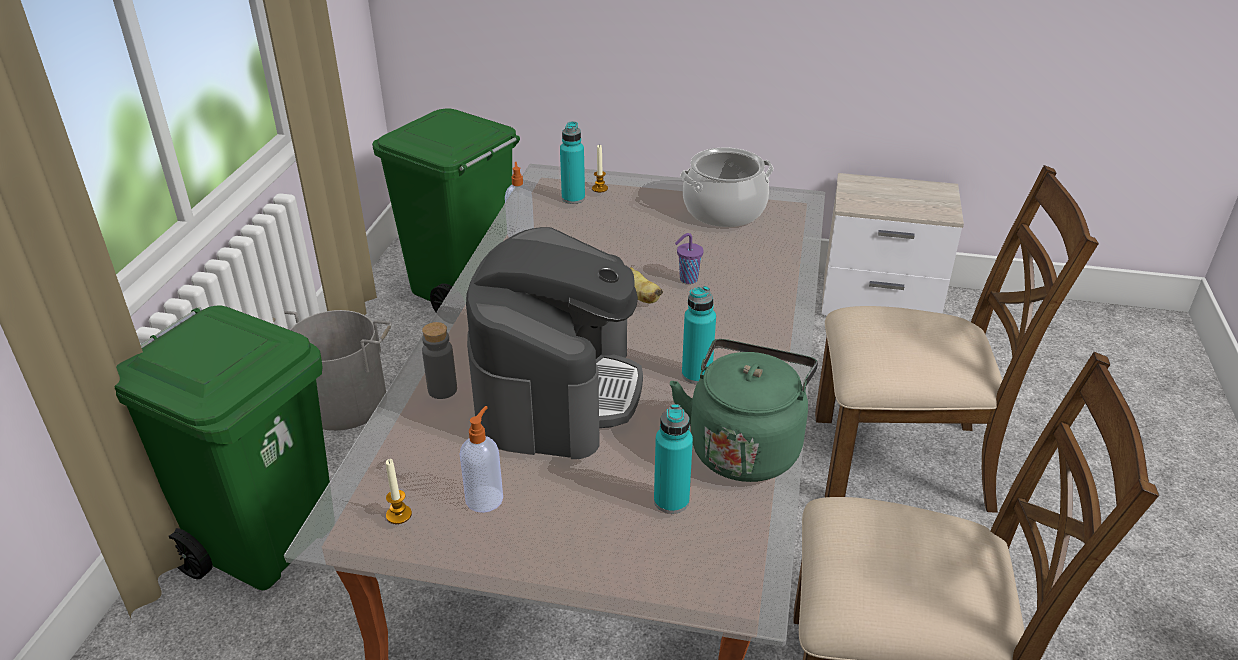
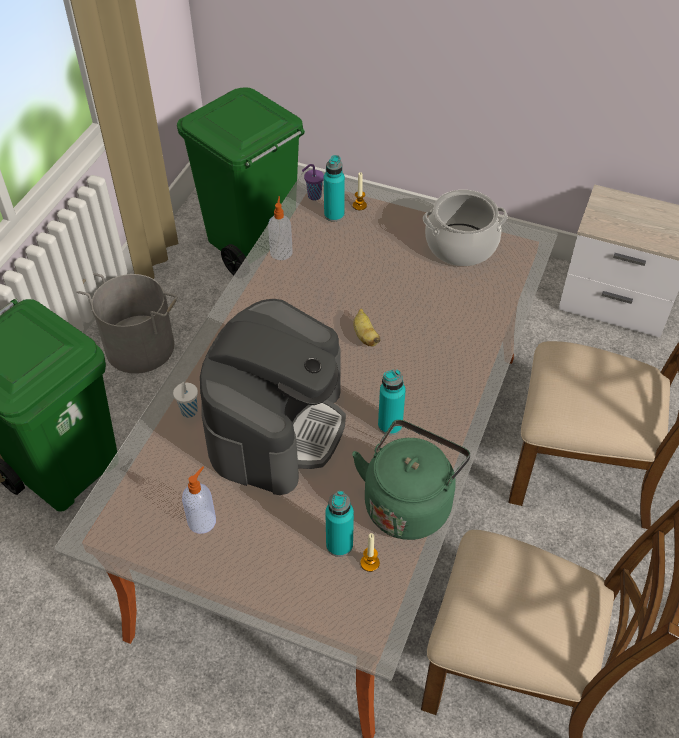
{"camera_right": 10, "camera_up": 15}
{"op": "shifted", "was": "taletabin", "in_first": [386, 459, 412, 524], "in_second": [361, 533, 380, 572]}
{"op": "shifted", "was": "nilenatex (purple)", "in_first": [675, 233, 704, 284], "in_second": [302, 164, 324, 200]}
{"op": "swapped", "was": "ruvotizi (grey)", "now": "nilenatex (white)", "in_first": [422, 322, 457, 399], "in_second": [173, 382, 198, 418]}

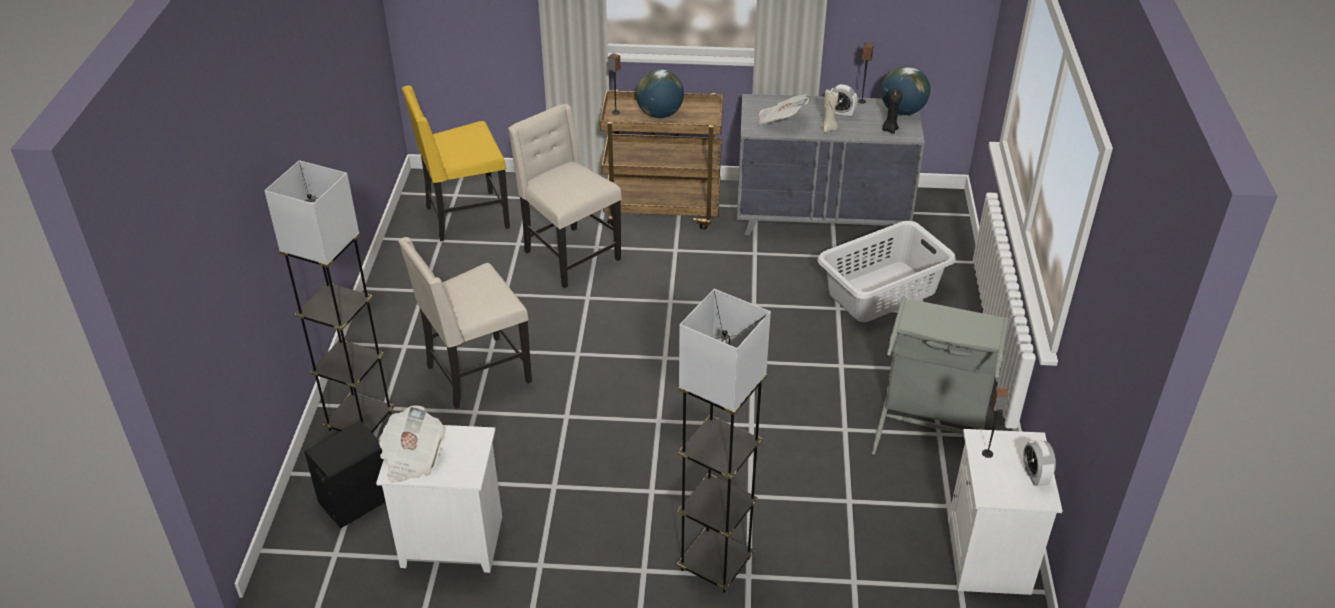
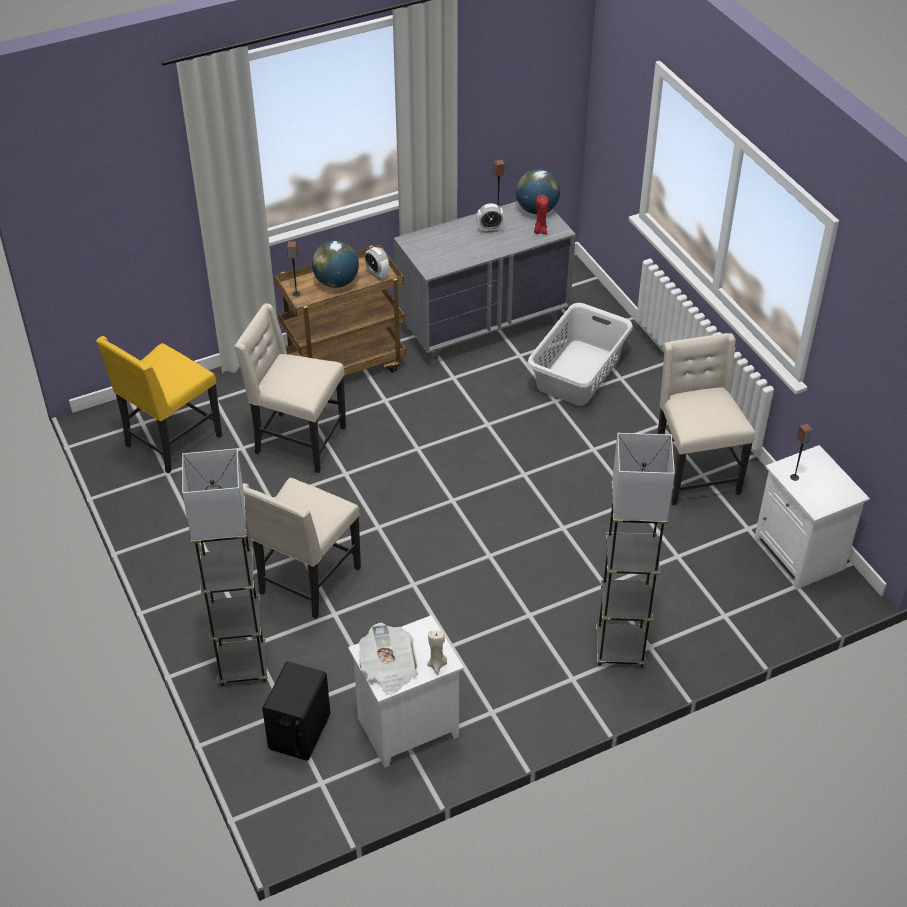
{"camera_right": -30, "camera_up": 5}
{"op": "gone", "was": "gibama", "in_first": [759, 94, 809, 124]}
{"op": "shifted", "was": "taletabin (beige)", "in_first": [821, 89, 839, 133], "in_second": [427, 631, 447, 674]}
{"op": "shifted", "was": "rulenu", "in_first": [1023, 440, 1056, 487], "in_second": [365, 247, 389, 280]}
{"op": "swapped", "was": "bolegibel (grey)", "now": "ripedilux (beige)", "in_first": [872, 297, 1009, 455], "in_second": [657, 333, 755, 505]}
{"op": "repainted", "was": "taletabin (black)", "now": "taletabin (red)", "in_first": [882, 88, 902, 134], "in_second": [534, 195, 549, 234]}

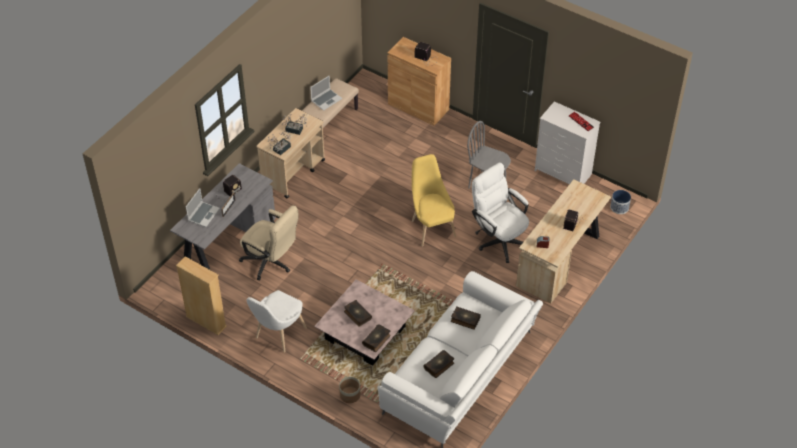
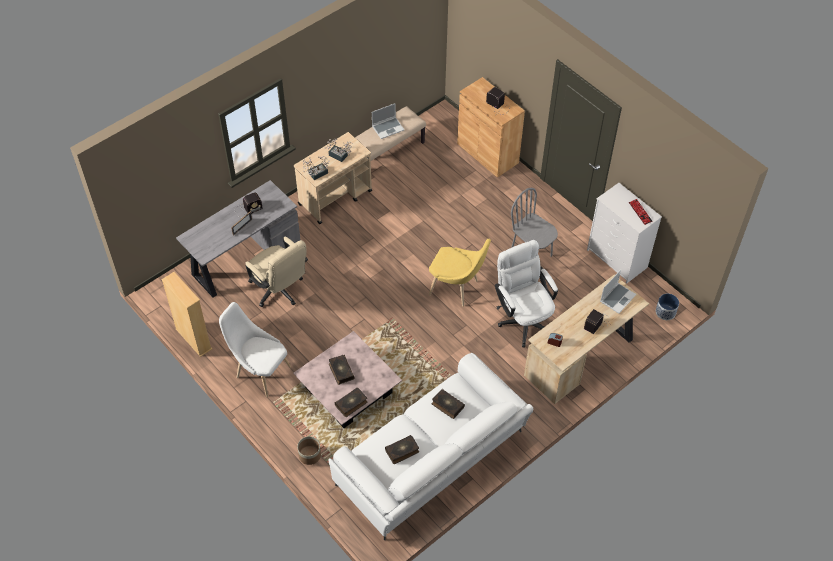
{"camera_right": 15, "camera_up": 5}
{"op": "shifted", "was": "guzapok", "in_first": [186, 188, 220, 227], "in_second": [600, 270, 636, 314]}
{"op": "rotated", "was": "ripedilux (white)", "in_first": [247, 290, 307, 353], "in_second": [219, 302, 291, 397], "clockwise": 75}
{"op": "rotated", "was": "ripedilux (yellow)", "in_first": [412, 154, 456, 246], "in_second": [429, 239, 491, 307], "clockwise": 120}

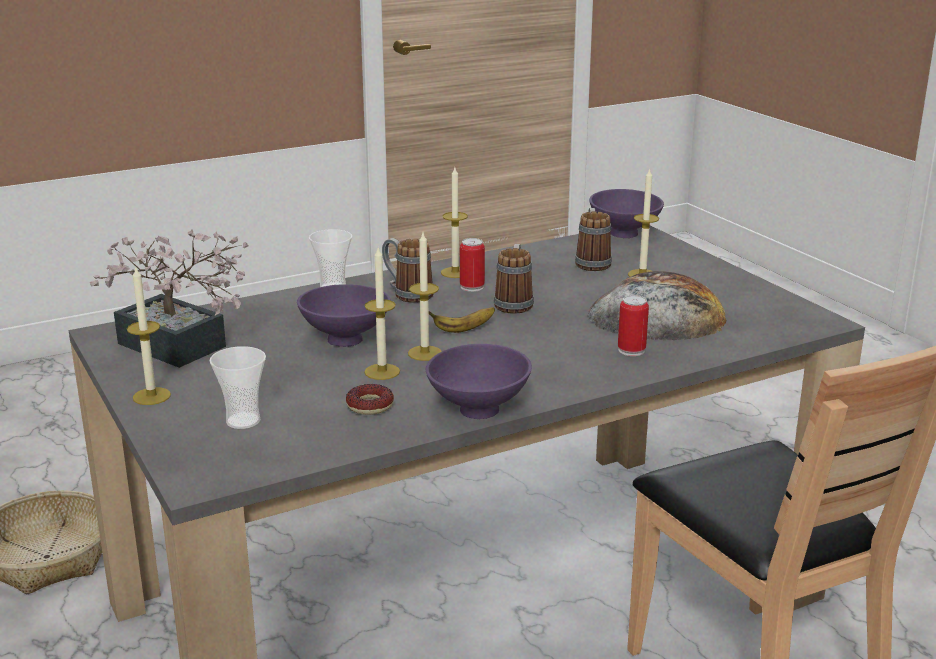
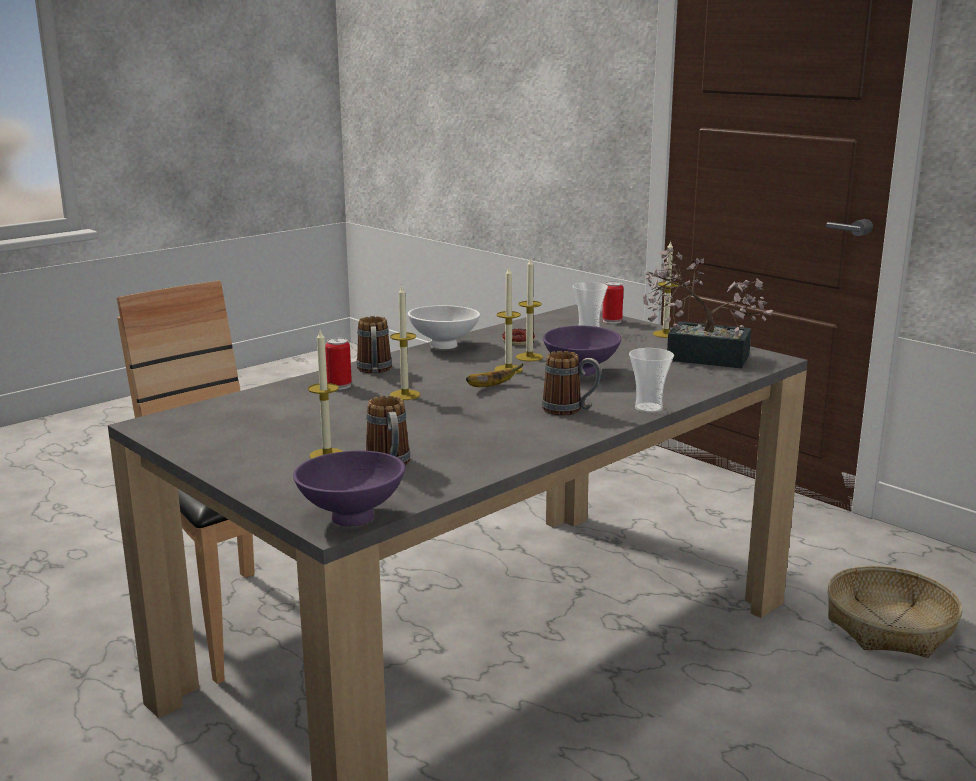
{"camera_right": 165, "camera_up": -5}
{"op": "gone", "was": "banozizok", "in_first": [587, 271, 727, 340]}
{"op": "shifted", "was": "taletabin", "in_first": [441, 168, 468, 278], "in_second": [390, 286, 420, 400]}
{"op": "shifted", "was": "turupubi", "in_first": [460, 238, 485, 292], "in_second": [602, 281, 624, 324]}
{"op": "shifted", "was": "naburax", "in_first": [494, 244, 534, 314], "in_second": [356, 316, 392, 373]}
{"op": "repainted", "was": "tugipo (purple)", "now": "tugipo (white)", "in_first": [426, 344, 532, 419], "in_second": [408, 305, 480, 349]}

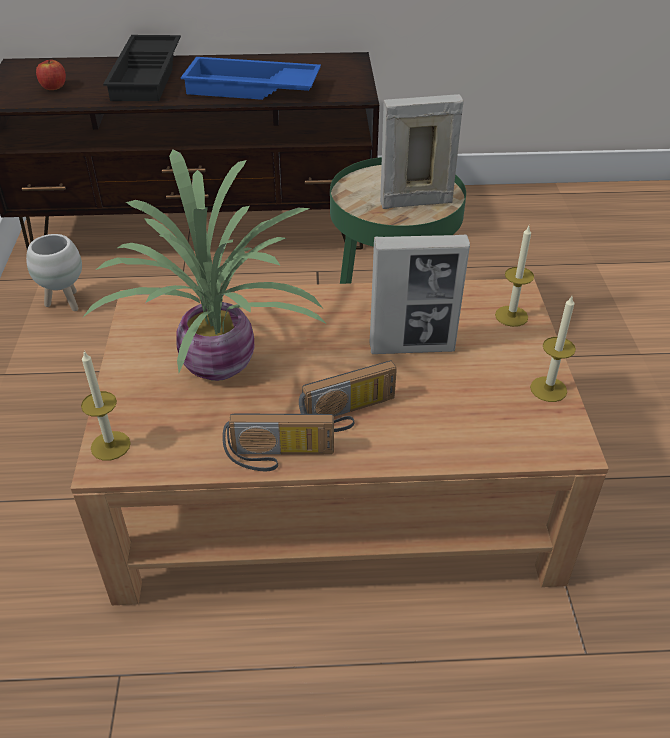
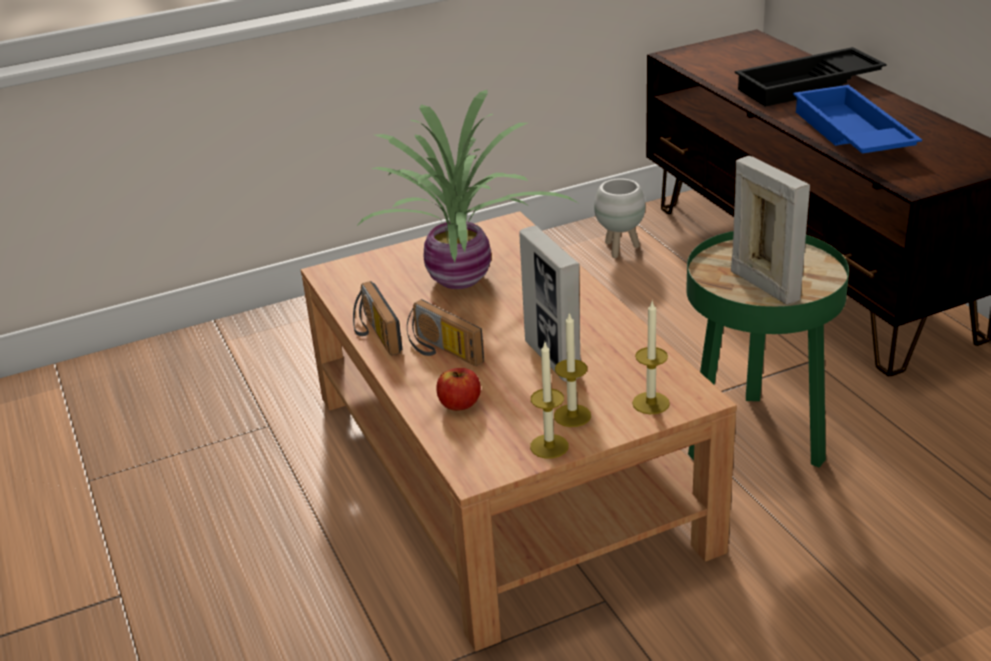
{"camera_right": 70, "camera_up": -10}
{"op": "shifted", "was": "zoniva", "in_first": [36, 60, 66, 90], "in_second": [436, 368, 481, 411]}
{"op": "shifted", "was": "taletabin", "in_first": [81, 351, 131, 460], "in_second": [554, 312, 591, 427]}

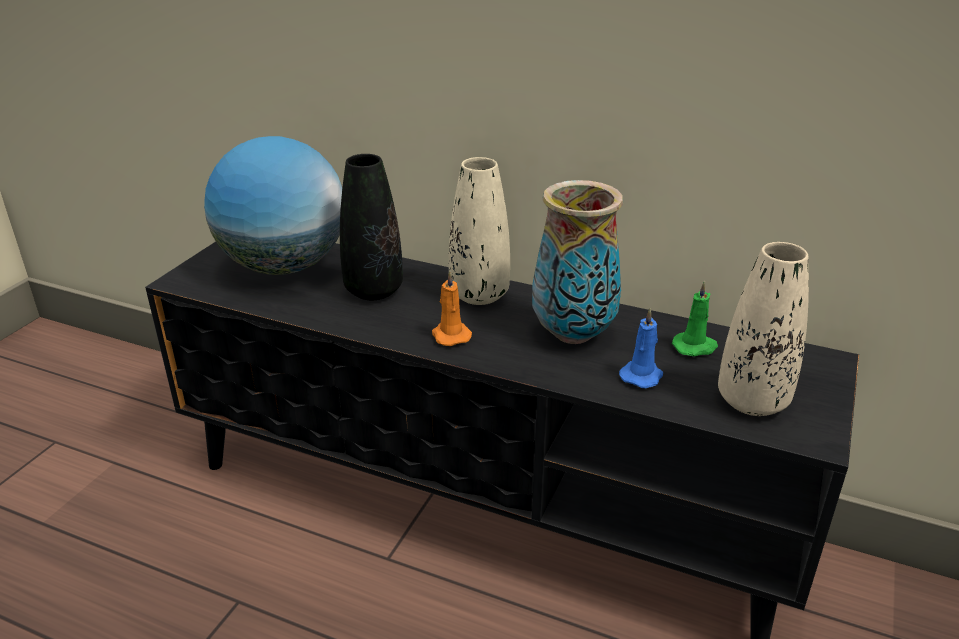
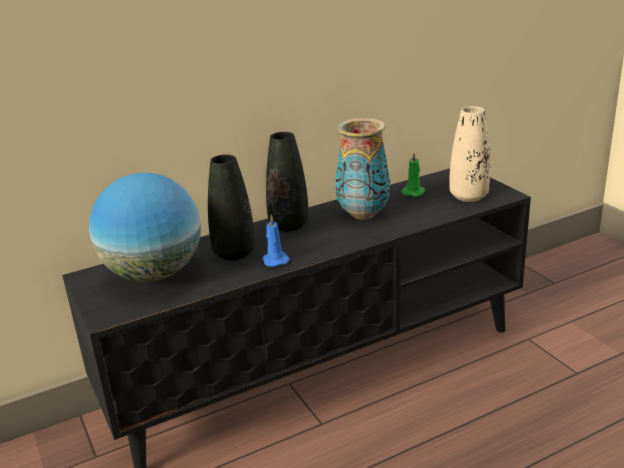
{"camera_right": -50, "camera_up": -5}
{"op": "gone", "was": "taletabin (orange)", "in_first": [432, 271, 472, 346]}
{"op": "shifted", "was": "taletabin (blue)", "in_first": [619, 308, 663, 388], "in_second": [262, 214, 290, 267]}
{"op": "repainted", "was": "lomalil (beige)", "now": "lomalil (black)", "in_first": [449, 157, 510, 305], "in_second": [266, 132, 309, 232]}

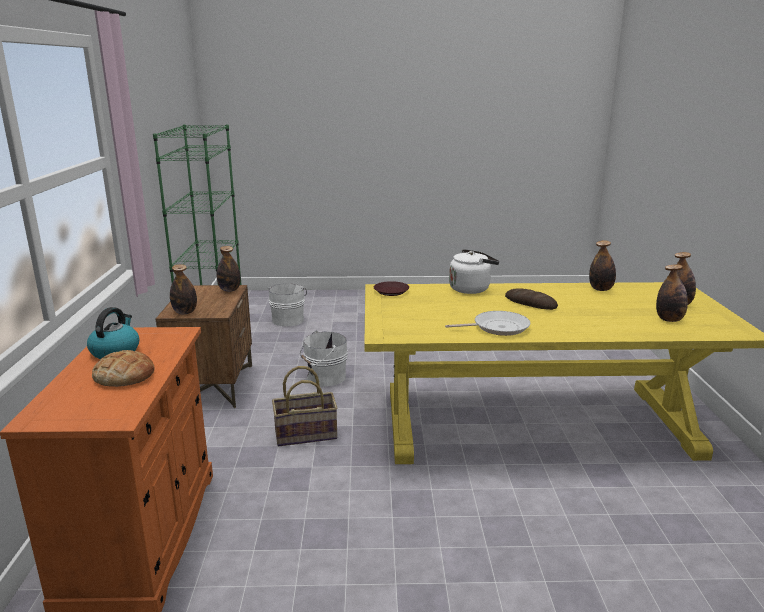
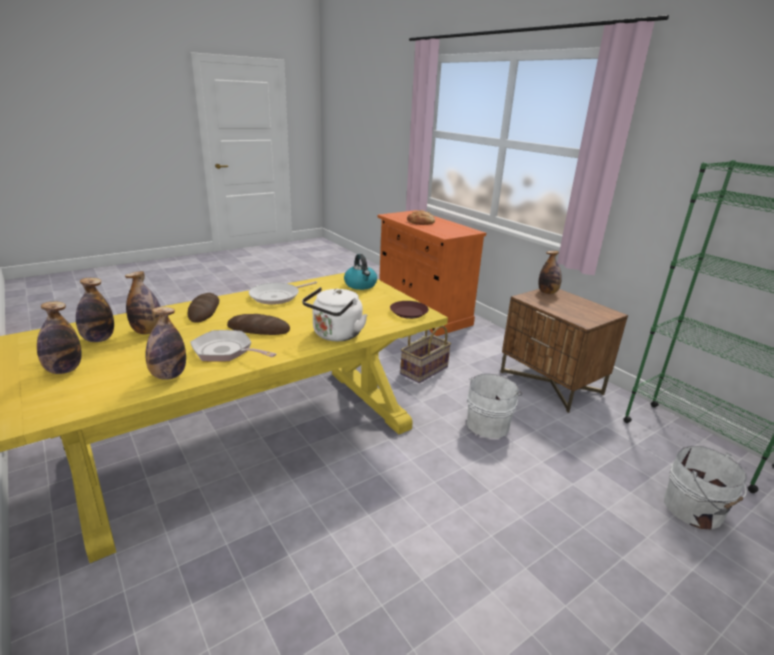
{"camera_right": 145, "camera_up": 5}
{"op": "new", "now": "banozizok", "in_second": [188, 293, 219, 322]}
{"op": "new", "now": "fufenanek", "in_second": [190, 330, 276, 362]}
{"op": "shifted", "was": "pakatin", "in_first": [87, 307, 139, 359], "in_second": [344, 254, 377, 290]}
{"op": "shifted", "was": "ruvotizi", "in_first": [217, 246, 241, 292], "in_second": [125, 271, 160, 334]}

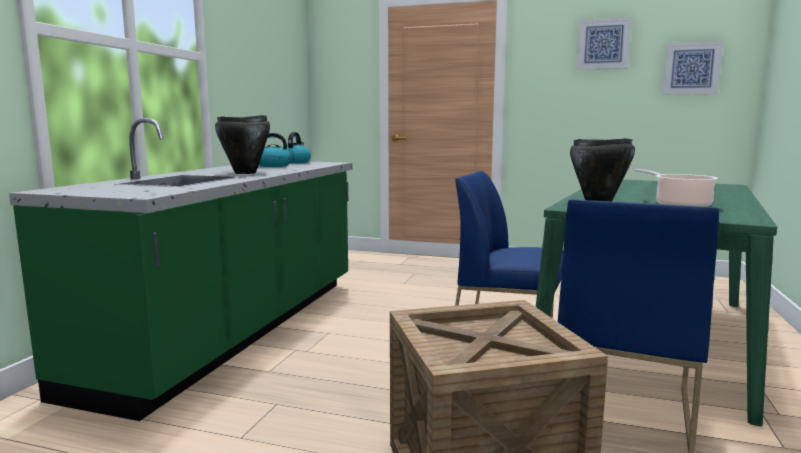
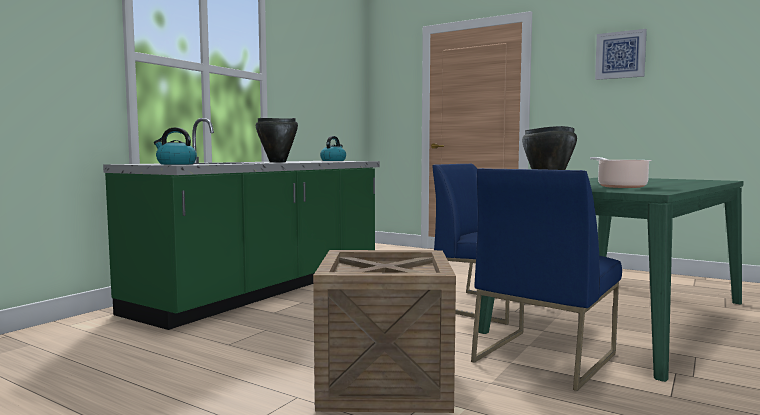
{"camera_right": 15, "camera_up": -5}
{"op": "gone", "was": "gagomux", "in_first": [662, 41, 723, 95]}
{"op": "shifted", "was": "pakatin", "in_first": [259, 133, 291, 167], "in_second": [154, 127, 197, 165]}

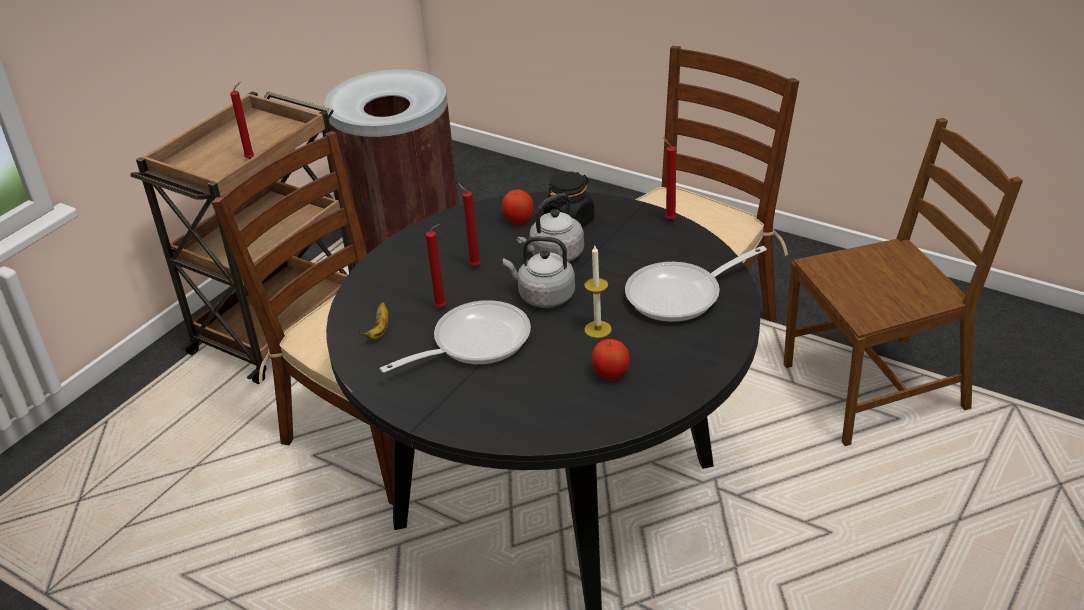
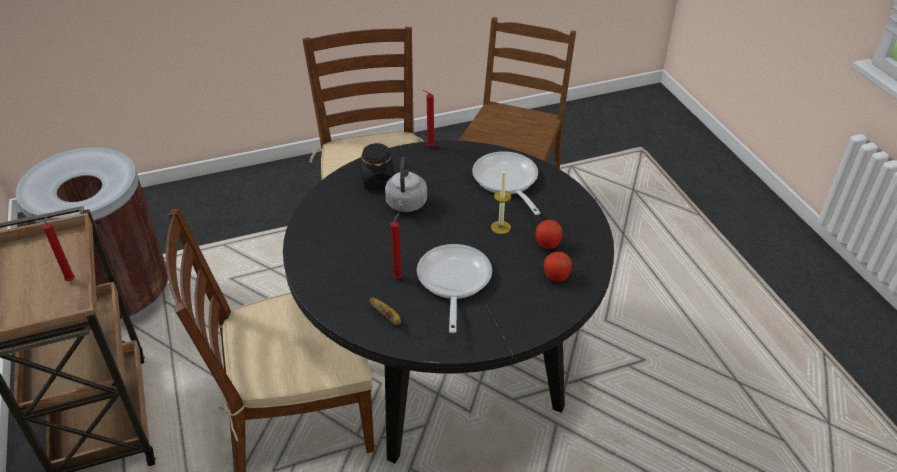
{"camera_right": -55, "camera_up": 5}
{"op": "gone", "was": "taletabin (red)", "in_first": [458, 183, 481, 266]}
{"op": "gone", "was": "pakatin (grey)", "in_first": [503, 236, 575, 308]}
{"op": "shifted", "was": "zoniva", "in_first": [502, 189, 534, 225], "in_second": [544, 251, 572, 282]}
{"op": "rotated", "was": "fufenanek", "in_first": [625, 246, 767, 322], "in_second": [472, 151, 540, 215], "clockwise": 150}

